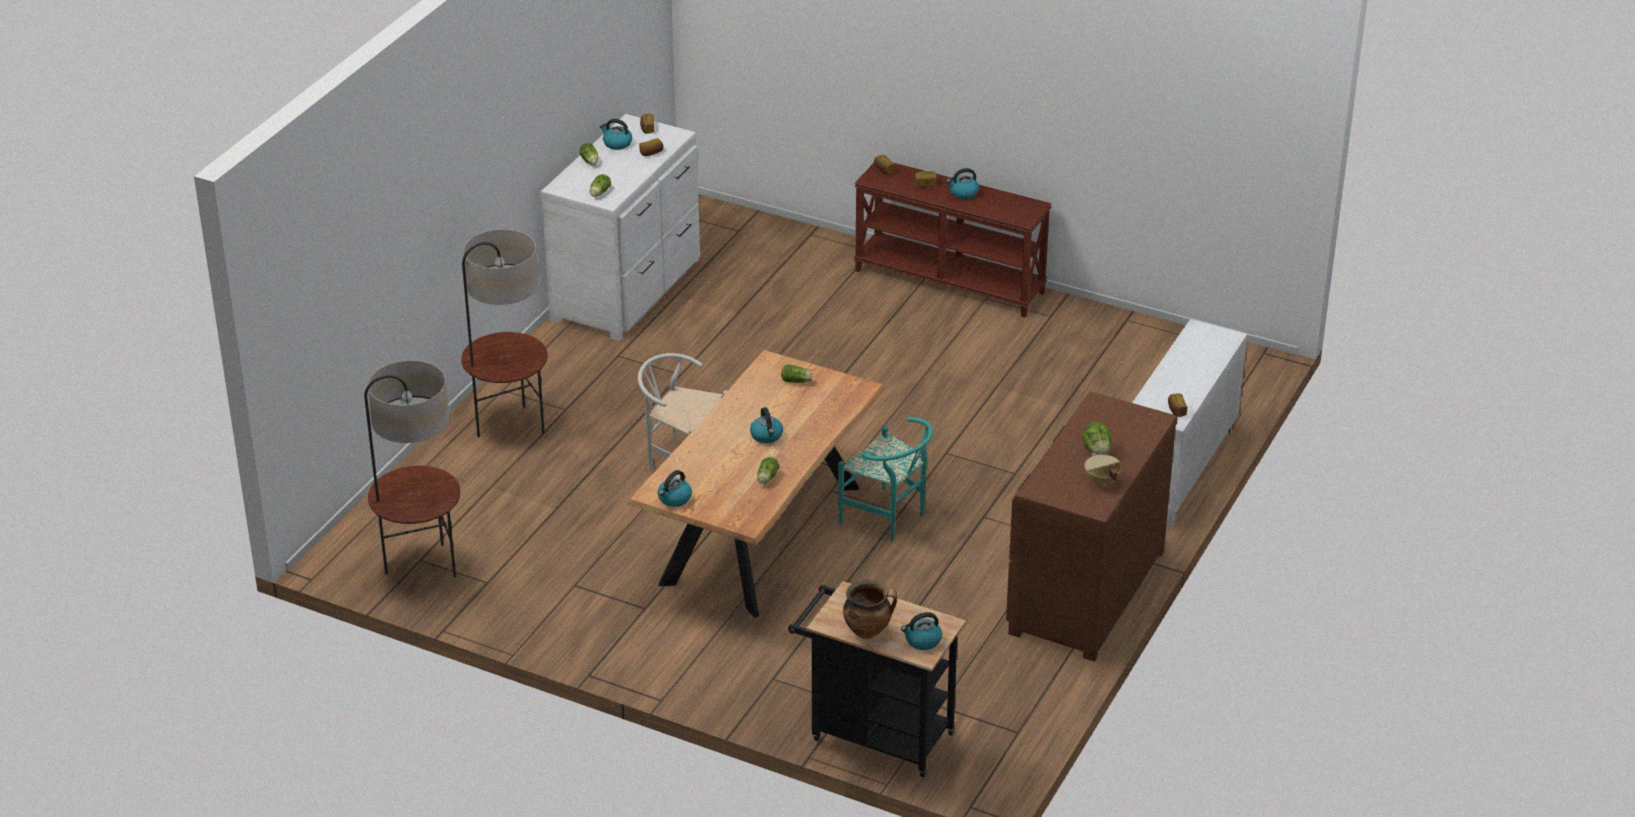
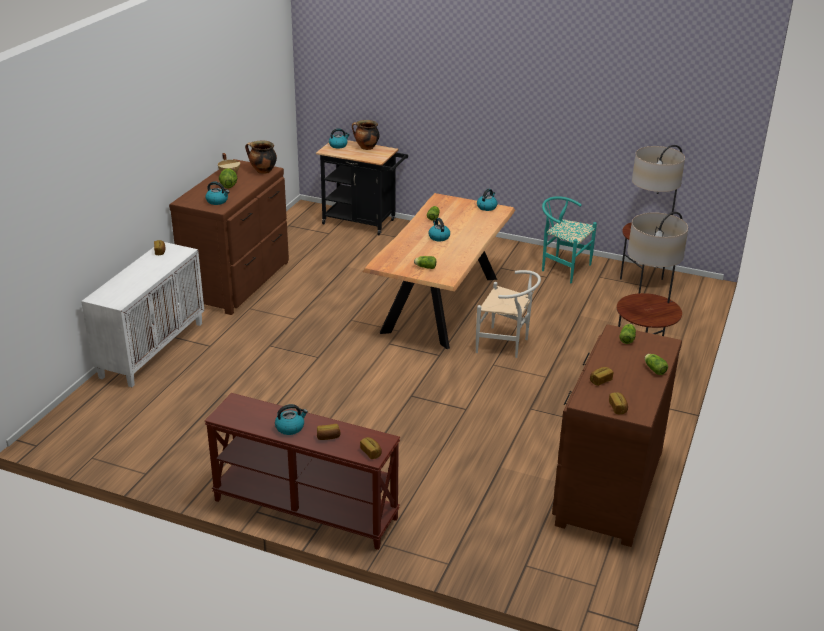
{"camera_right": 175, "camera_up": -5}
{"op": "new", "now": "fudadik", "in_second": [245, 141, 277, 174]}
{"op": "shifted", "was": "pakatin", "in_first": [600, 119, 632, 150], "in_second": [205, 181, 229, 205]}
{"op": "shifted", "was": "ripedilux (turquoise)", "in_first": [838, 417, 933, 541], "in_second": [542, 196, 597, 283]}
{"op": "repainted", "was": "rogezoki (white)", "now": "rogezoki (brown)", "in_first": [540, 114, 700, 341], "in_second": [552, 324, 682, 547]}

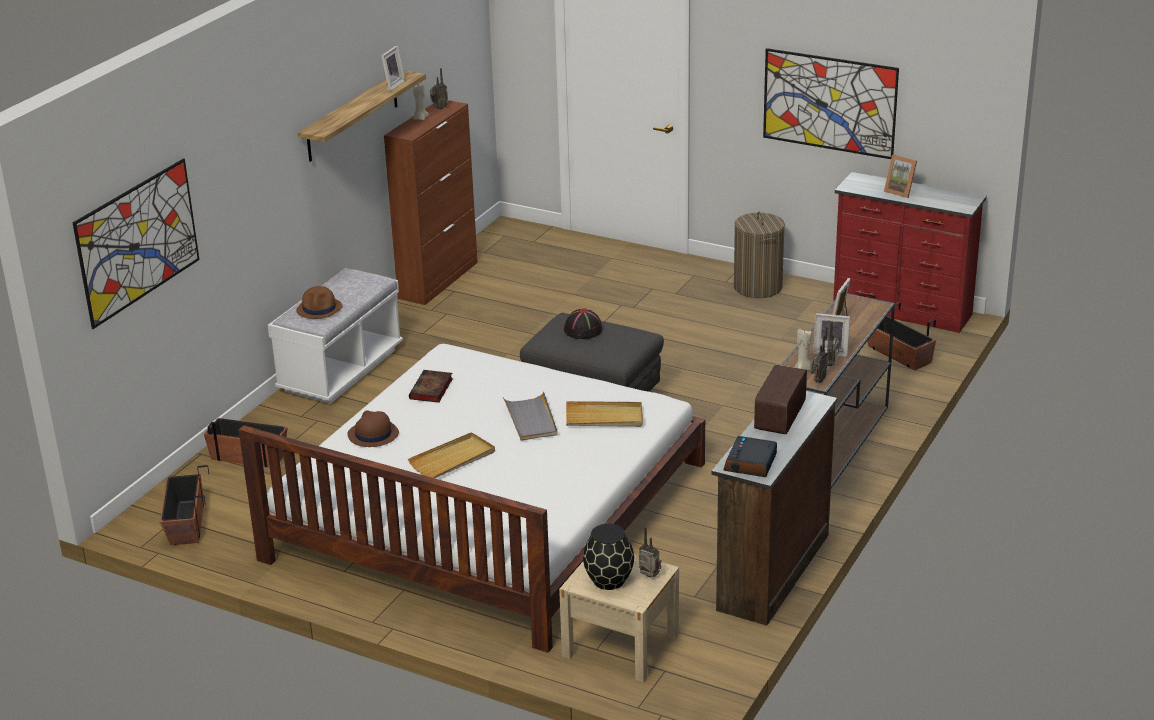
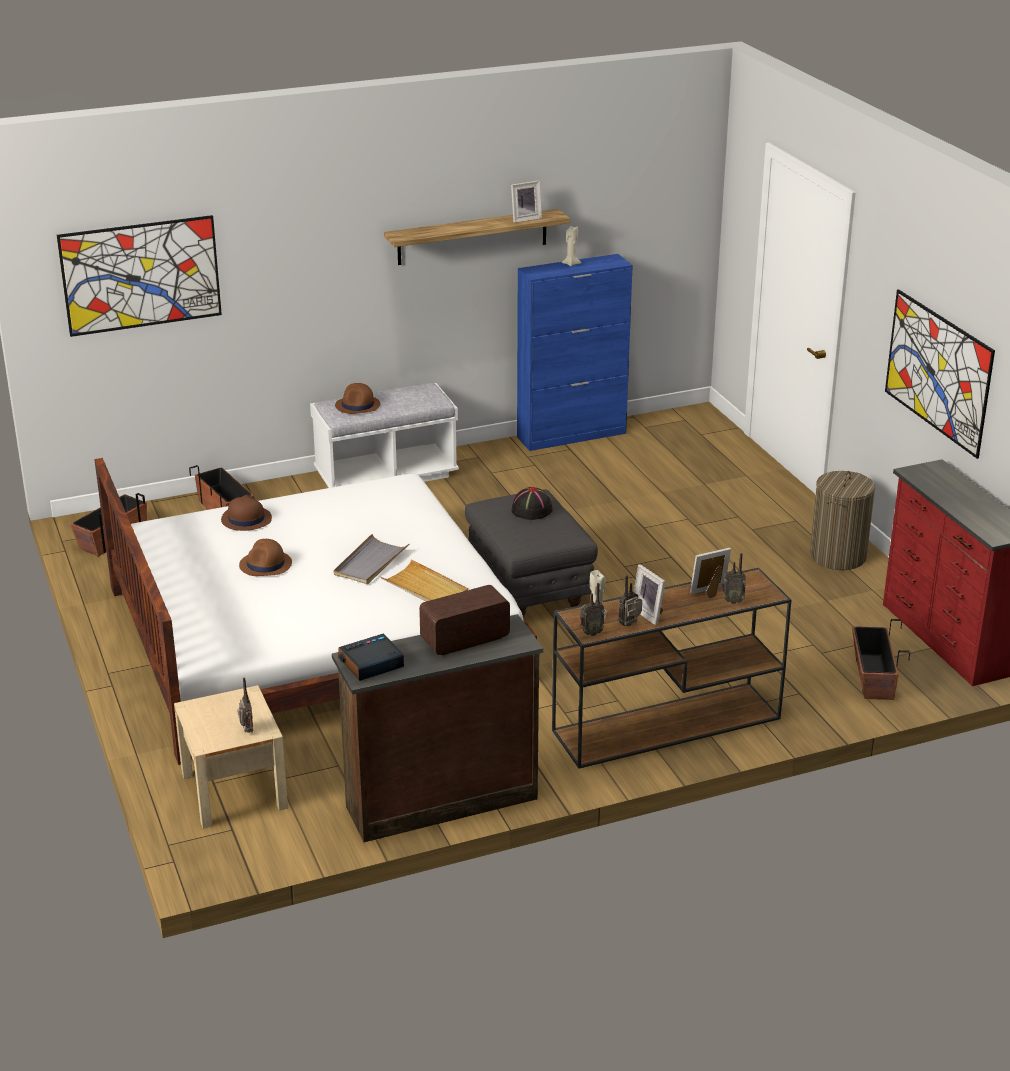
{"camera_right": 40, "camera_up": 0}
{"op": "gone", "was": "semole", "in_first": [409, 370, 453, 403]}
{"op": "gone", "was": "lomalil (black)", "in_first": [583, 524, 634, 590]}
{"op": "gone", "was": "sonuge", "in_first": [884, 155, 917, 198]}
{"op": "shifted", "was": "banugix", "in_first": [430, 68, 448, 110], "in_second": [721, 553, 746, 604]}
{"op": "swapped", "was": "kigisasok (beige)", "now": "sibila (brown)", "in_first": [408, 432, 495, 478], "in_second": [239, 539, 292, 576]}
{"op": "repainted", "was": "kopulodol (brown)", "now": "kopulodol (blue)", "in_first": [384, 100, 478, 305], "in_second": [517, 254, 633, 451]}

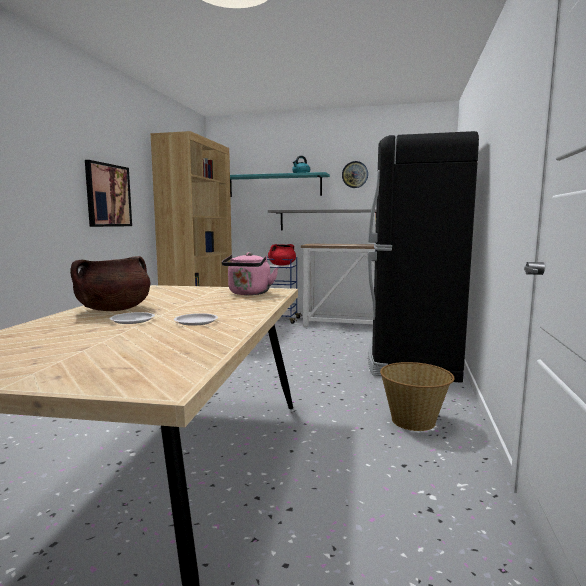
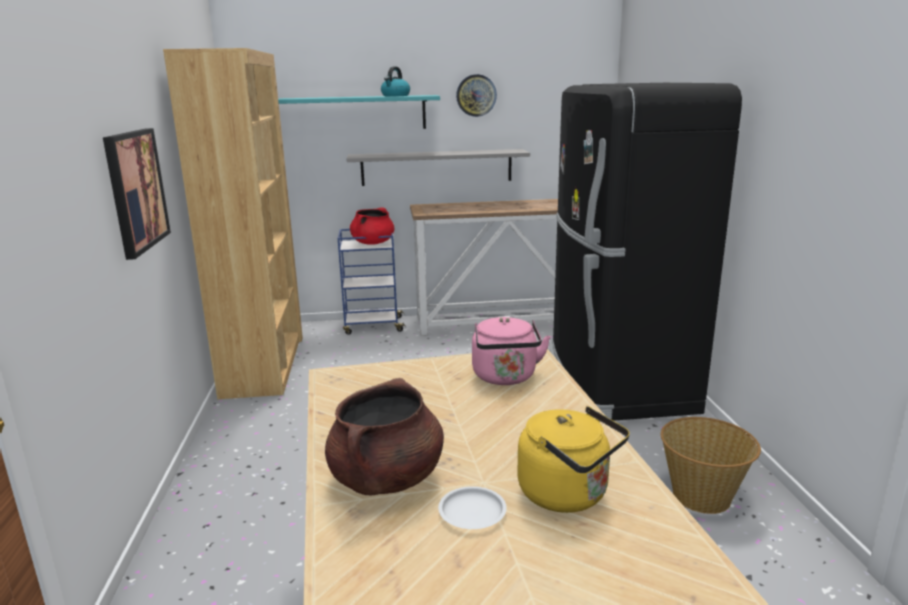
{"camera_right": -20, "camera_up": 10}
{"op": "swapped", "was": "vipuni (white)", "now": "pakatin (yellow)", "in_first": [174, 313, 218, 326], "in_second": [518, 406, 630, 513]}

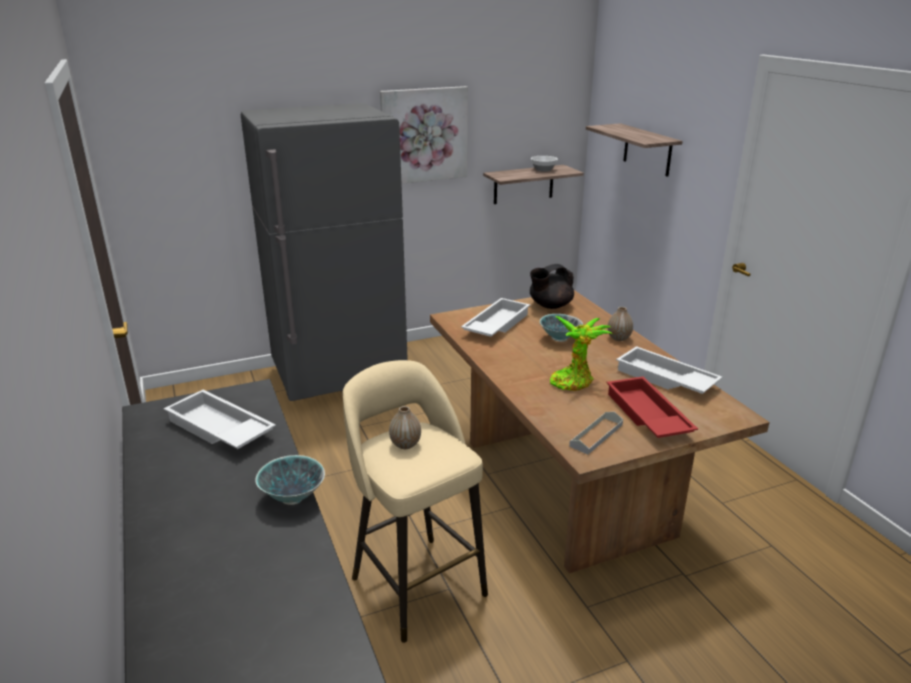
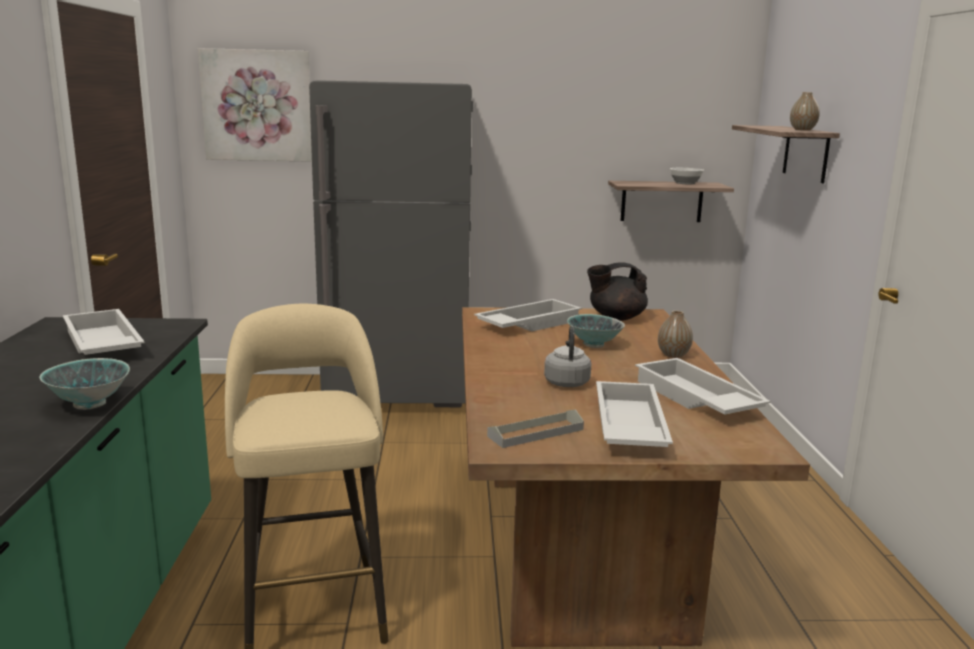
{"camera_right": 20, "camera_up": -10}
{"op": "shifted", "was": "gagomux", "in_first": [380, 86, 468, 184], "in_second": [198, 48, 312, 162]}
{"op": "shifted", "was": "lomalil", "in_first": [389, 406, 421, 449], "in_second": [790, 92, 820, 131]}
{"op": "swapped", "was": "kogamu", "now": "pakatin (grey)", "in_first": [550, 316, 613, 391], "in_second": [544, 327, 591, 387]}
{"op": "repainted", "was": "kigisasok (red)", "now": "kigisasok (white)", "in_first": [607, 376, 698, 438], "in_second": [596, 381, 673, 447]}

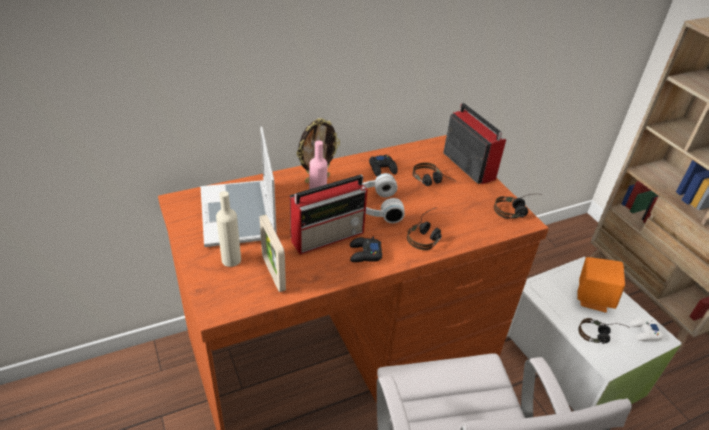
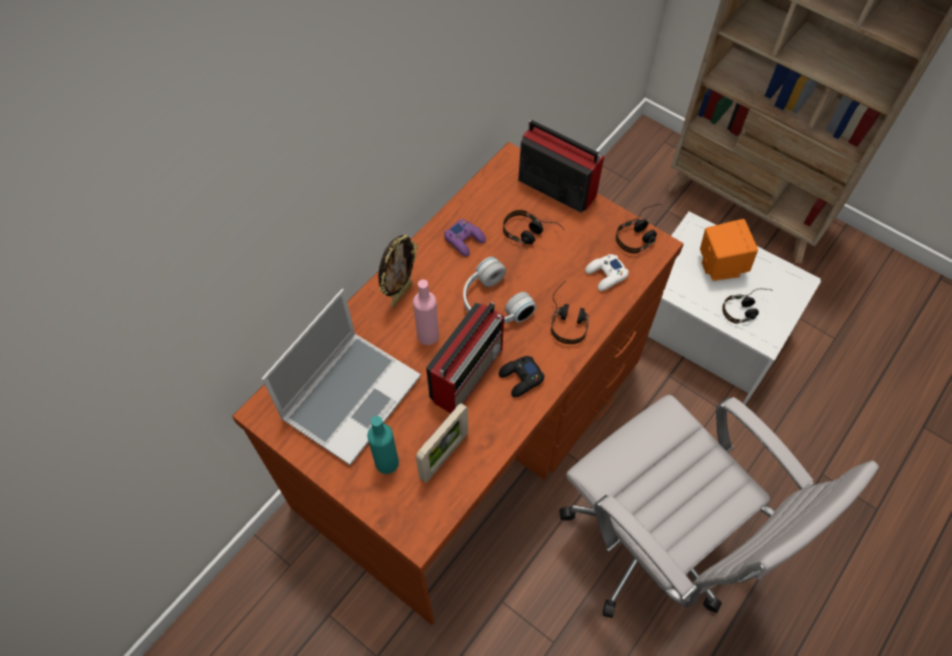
{"camera_right": -25, "camera_up": 20}
{"op": "shifted", "was": "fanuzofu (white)", "in_first": [629, 319, 664, 341], "in_second": [585, 254, 629, 291]}
{"op": "repainted", "was": "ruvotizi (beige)", "now": "ruvotizi (turquoise)", "in_first": [216, 191, 241, 267], "in_second": [367, 416, 399, 474]}
{"op": "repainted", "was": "fanuzofu (black)", "now": "fanuzofu (purple)", "in_first": [369, 155, 398, 177], "in_second": [444, 219, 486, 257]}
{"op": "rotated", "was": "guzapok", "in_first": [200, 127, 277, 247], "in_second": [262, 289, 421, 465], "clockwise": -105}
{"op": "rotated", "was": "sonuge", "in_first": [260, 215, 286, 292], "in_second": [416, 403, 468, 483], "clockwise": -90}

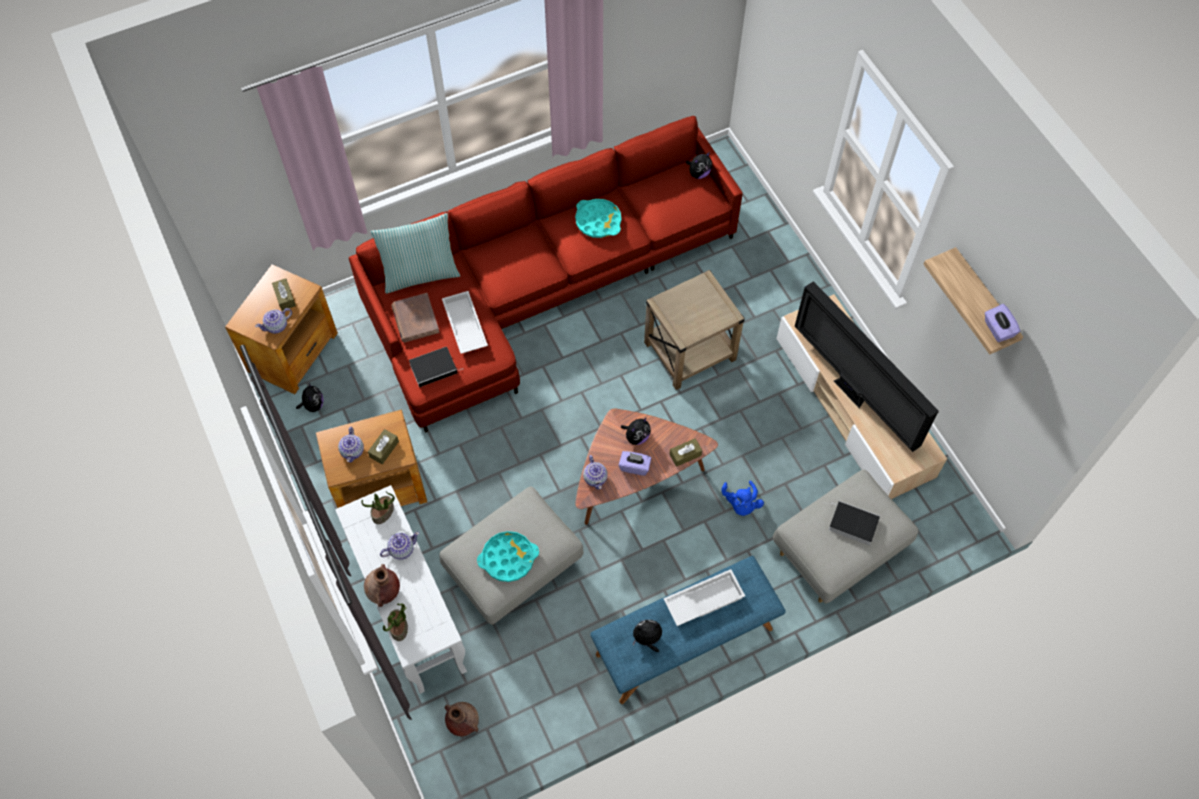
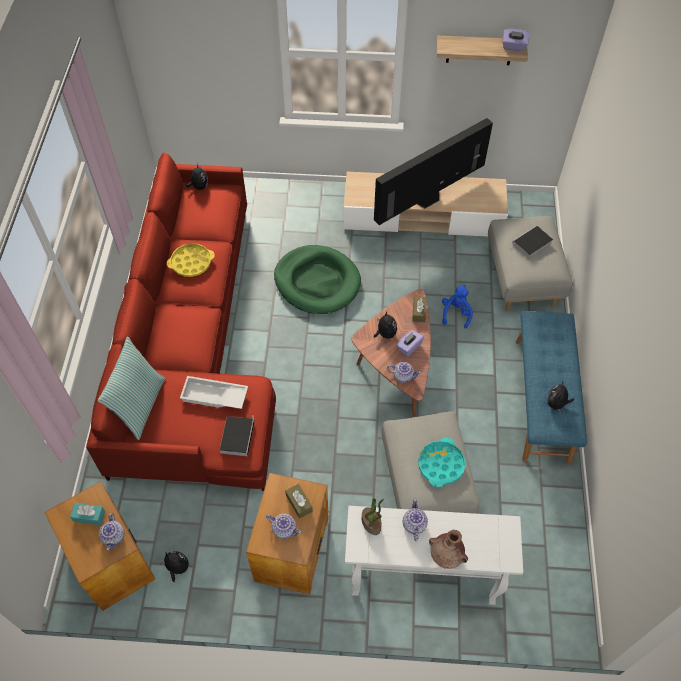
{"camera_right": -60, "camera_up": -5}
{"op": "gone", "was": "kogamu", "in_first": [383, 603, 408, 641]}
{"op": "gone", "was": "semole (brown)", "in_first": [391, 293, 439, 342]}
{"op": "gone", "was": "lomalil (brown)", "in_first": [444, 702, 479, 736]}
{"op": "gone", "was": "kigisasok (white)", "in_first": [663, 569, 745, 626]}
{"op": "swapped", "was": "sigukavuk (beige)", "now": "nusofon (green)", "in_first": [644, 270, 745, 390], "in_second": [274, 245, 361, 314]}
{"op": "repainted", "was": "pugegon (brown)", "now": "pugegon (turquoise)", "in_first": [272, 278, 296, 311], "in_second": [70, 503, 105, 525]}
{"op": "repainted", "was": "kigisasok (turquoise)", "now": "kigisasok (yellow)", "in_first": [575, 199, 622, 238], "in_second": [167, 243, 215, 277]}
{"op": "rotated", "was": "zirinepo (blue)", "in_first": [721, 480, 764, 516], "in_second": [442, 285, 473, 329], "clockwise": -105}
{"op": "rotated", "was": "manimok", "in_first": [795, 281, 939, 452], "in_second": [374, 118, 493, 225], "clockwise": 150}

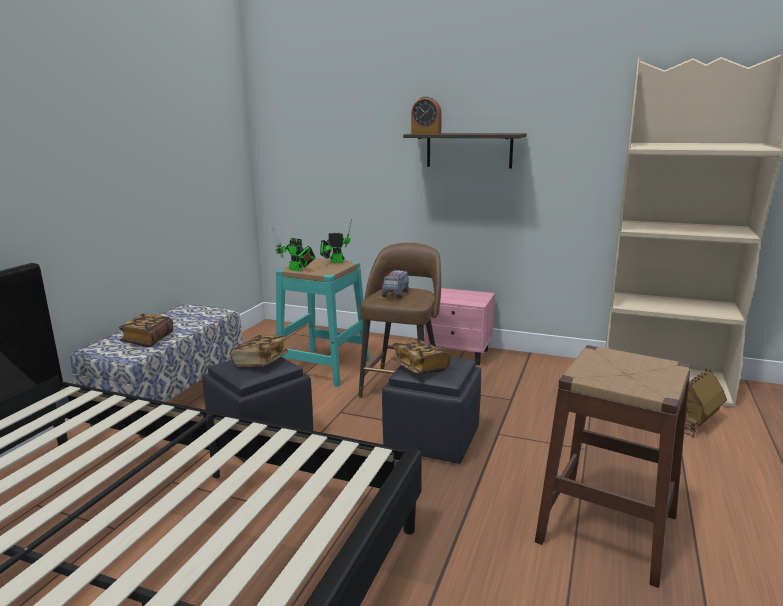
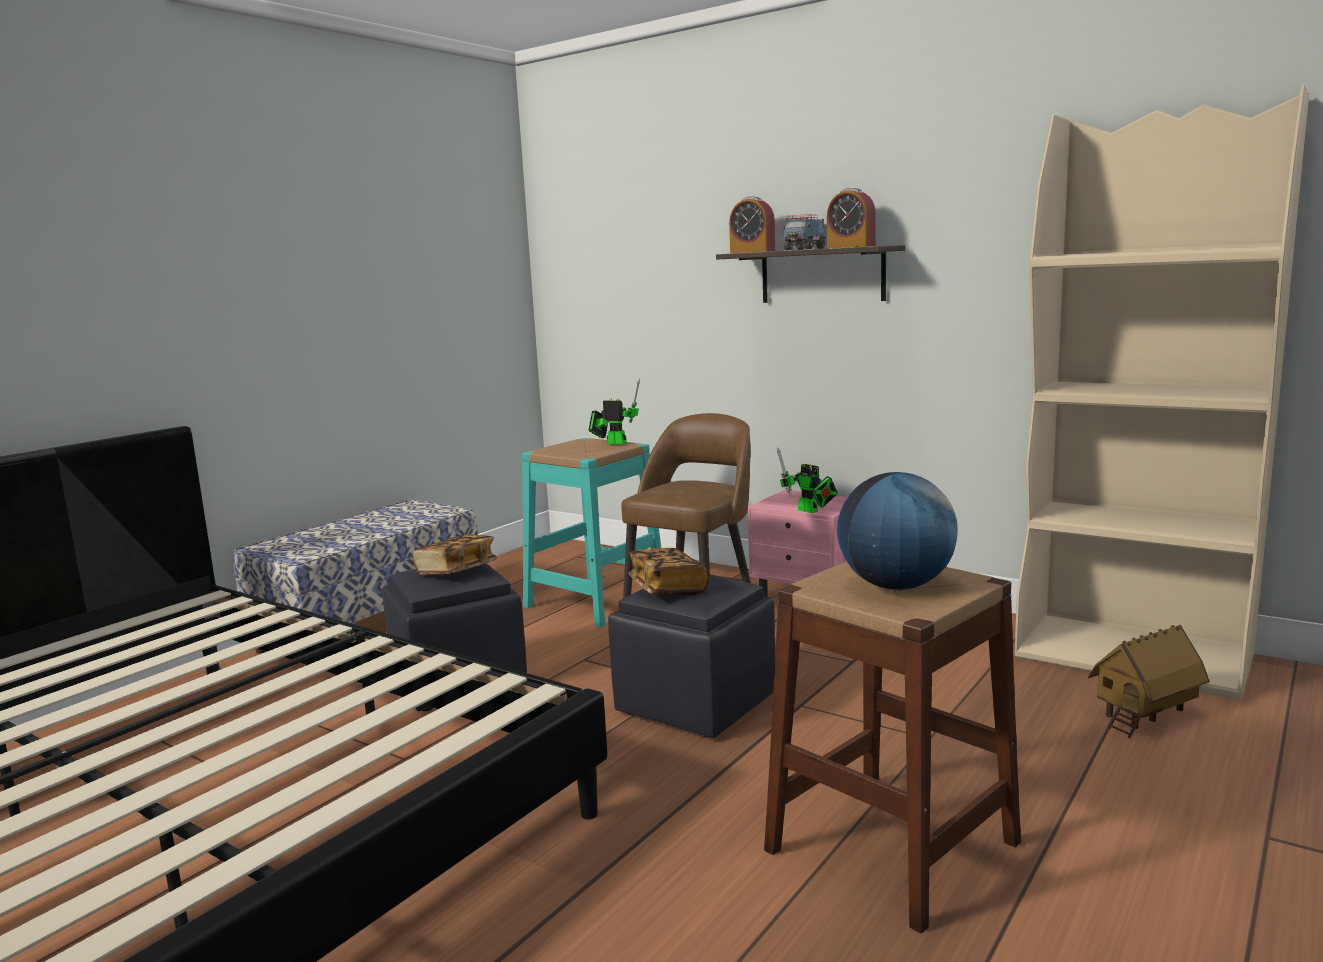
{"camera_right": 15, "camera_up": -5}
{"op": "gone", "was": "semole", "in_first": [119, 314, 173, 347]}
{"op": "new", "now": "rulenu", "in_second": [827, 188, 876, 248]}
{"op": "new", "now": "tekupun", "in_second": [837, 472, 958, 590]}
{"op": "shifted", "was": "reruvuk", "in_first": [273, 227, 316, 271], "in_second": [777, 448, 838, 513]}
{"op": "shifted", "was": "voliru", "in_first": [381, 269, 409, 299], "in_second": [783, 215, 826, 250]}

